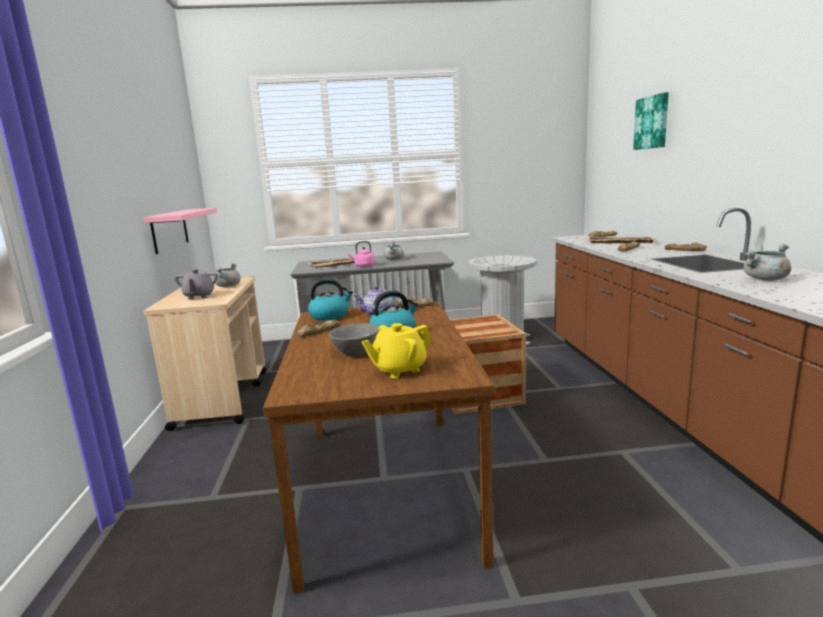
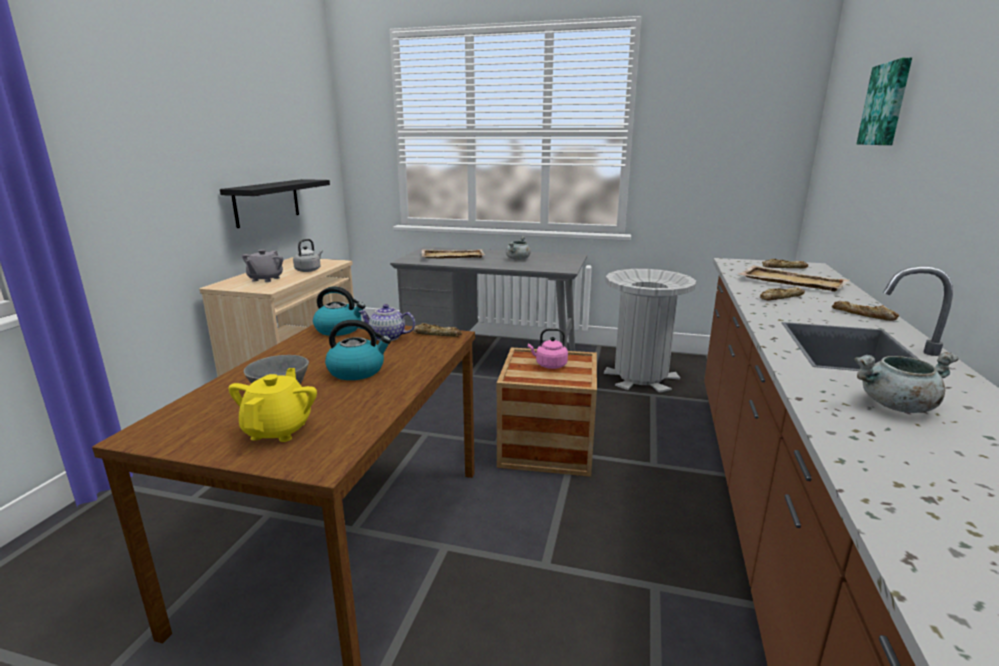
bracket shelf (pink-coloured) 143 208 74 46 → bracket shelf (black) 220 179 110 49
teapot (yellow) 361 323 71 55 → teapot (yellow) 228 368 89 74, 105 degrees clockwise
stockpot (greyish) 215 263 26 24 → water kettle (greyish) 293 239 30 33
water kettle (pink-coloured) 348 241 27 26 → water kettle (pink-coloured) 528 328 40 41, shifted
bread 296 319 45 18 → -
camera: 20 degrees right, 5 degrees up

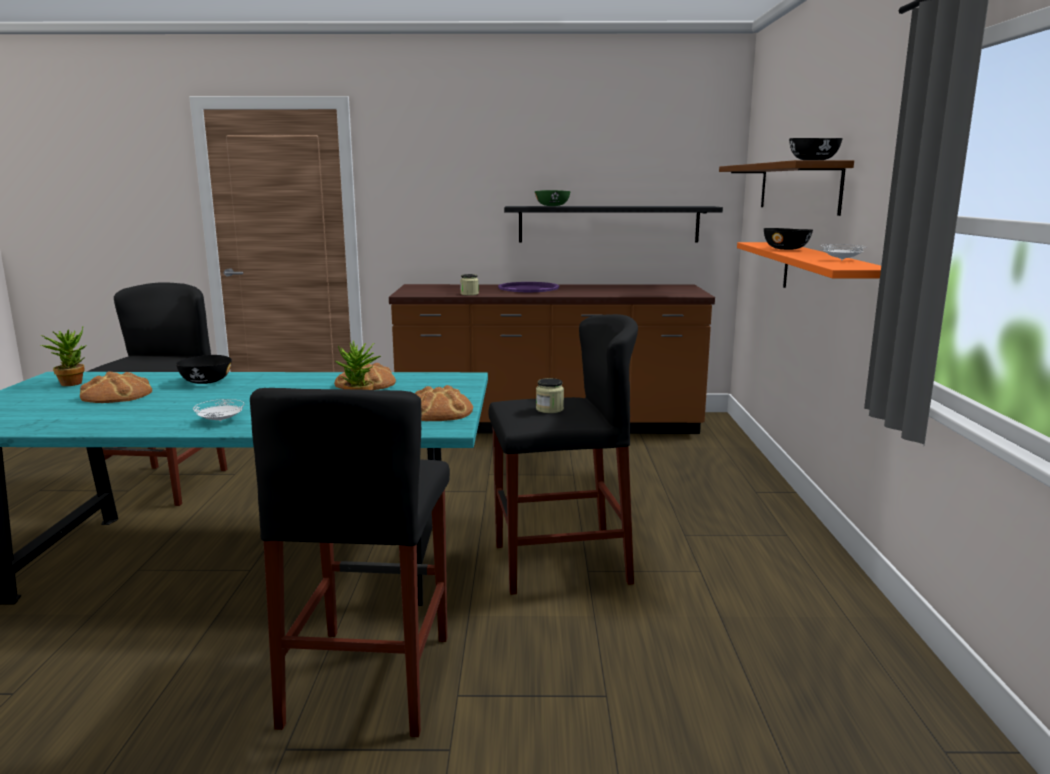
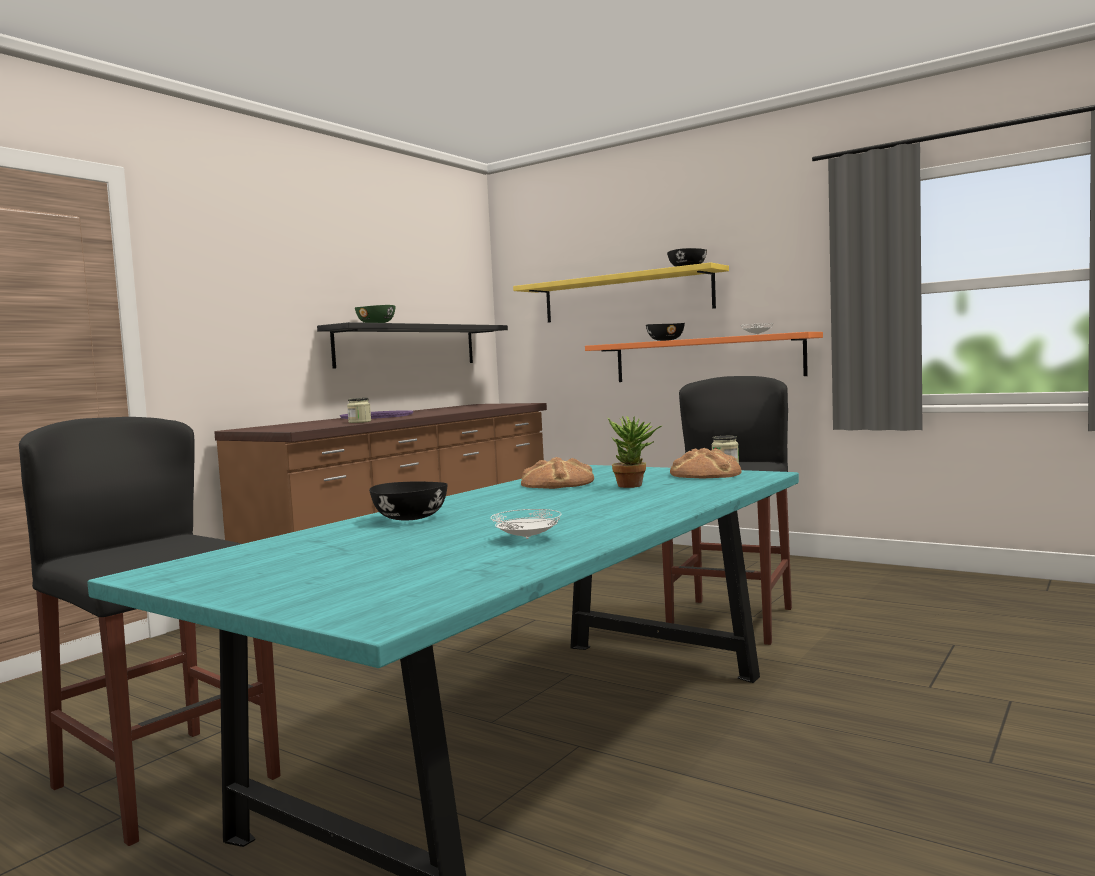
plate (white-coloured) 193 399 51 22 → plate (white-coloured) 491 509 71 30, shifted
bracket shelf (brownish) 719 160 135 56 → bracket shelf (yellow) 513 262 216 61
plant in a pot 41 327 45 59 → -
bread 80 371 72 32 → -
stool (black) 250 388 200 349 → -
camera: 55 degrees left, 10 degrees down

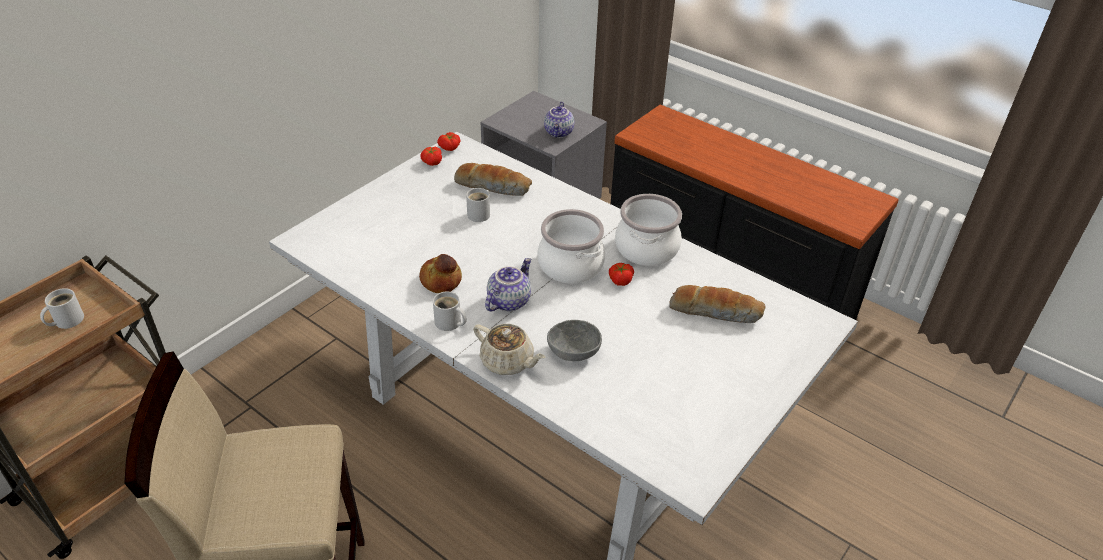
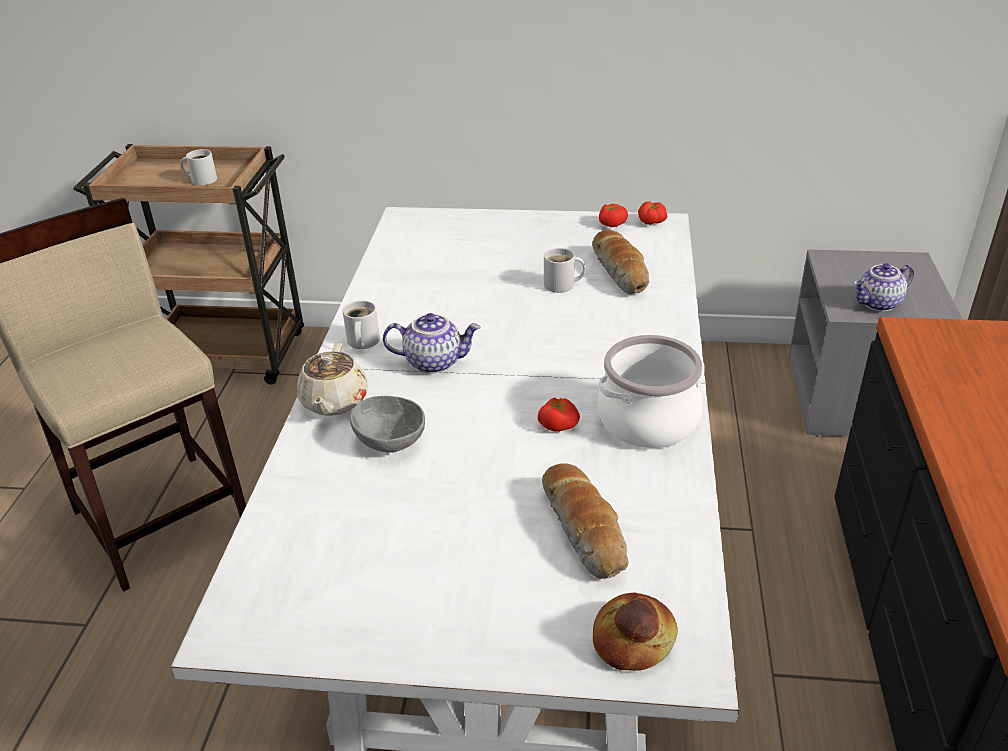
bread 419 254 43 39 → bread 593 593 85 78, shifted
stockpot 537 209 68 75 → -
camera: 60 degrees right, 5 degrees down

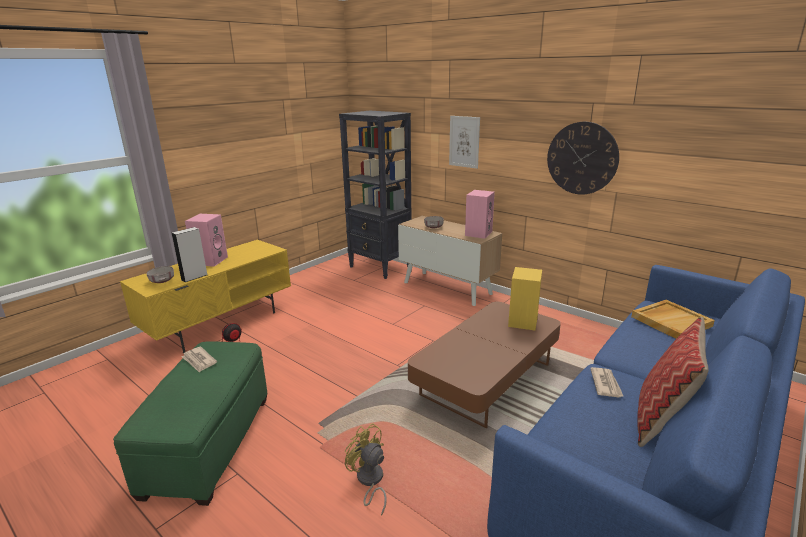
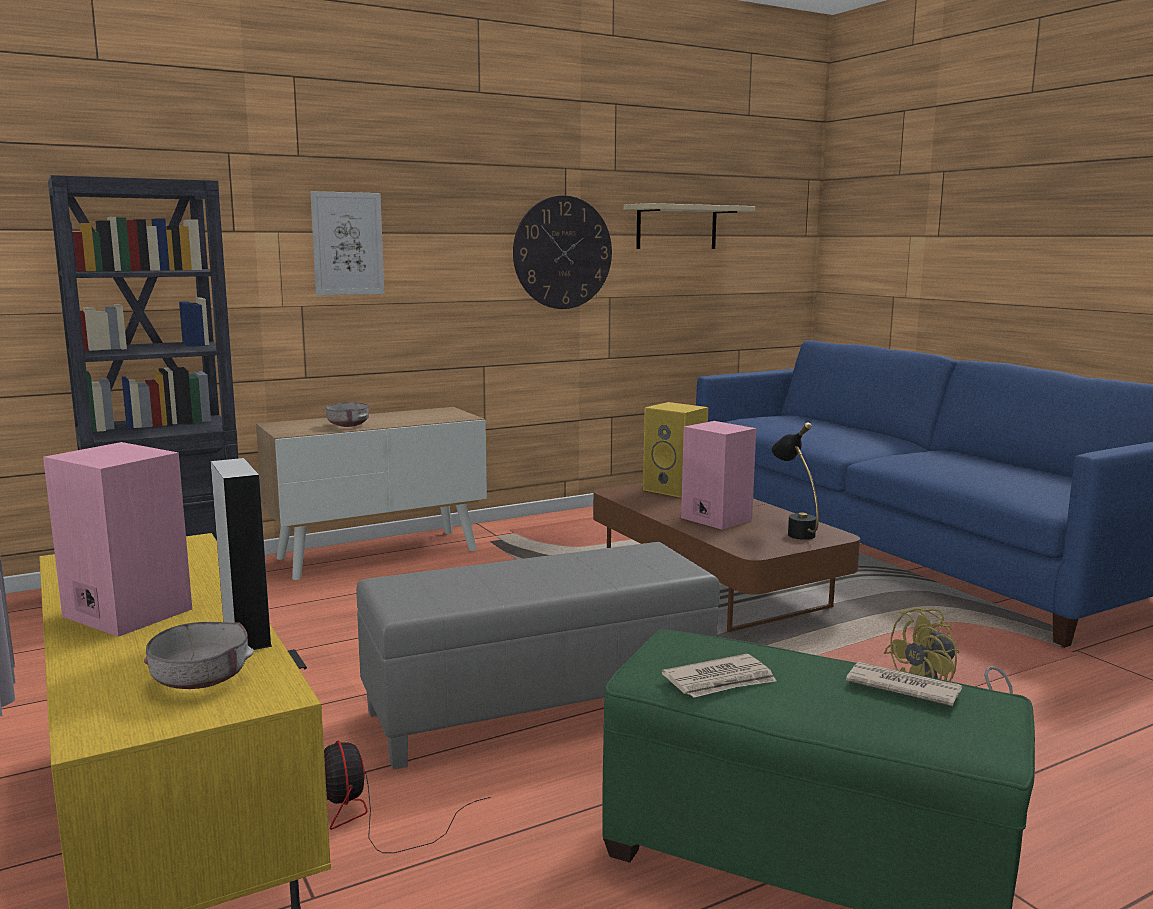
- → pouffe (greyish) 356 542 364 228
- → bracket shelf (beige) 624 203 131 46
speaker (pink-coloured) 465 190 30 49 → speaker (pink-coloured) 681 421 75 109, shifted
- → table lamp (black) 771 423 48 117
printed paper 590 367 34 31 → printed paper 846 662 116 44, shifted
tray (beige) 631 300 84 39 → -
pillow 637 317 72 130 → -
camera: 70 degrees left, 10 degrees down

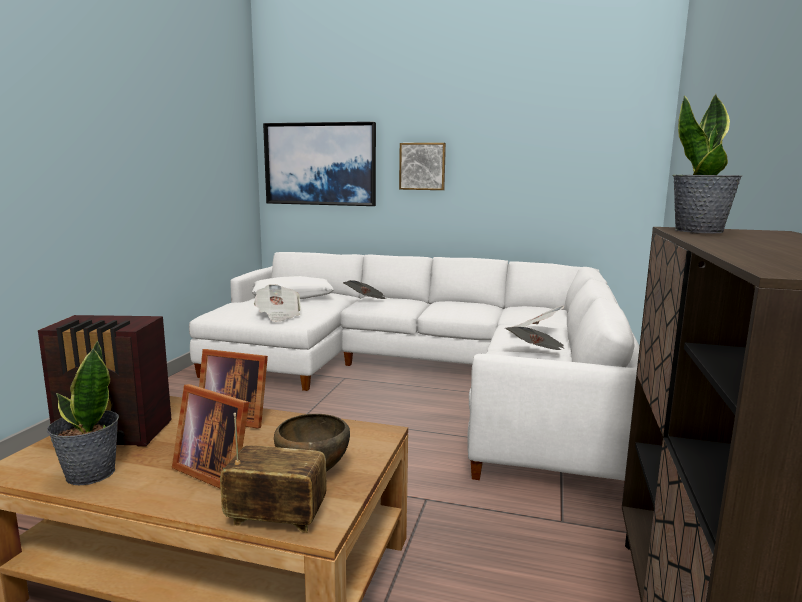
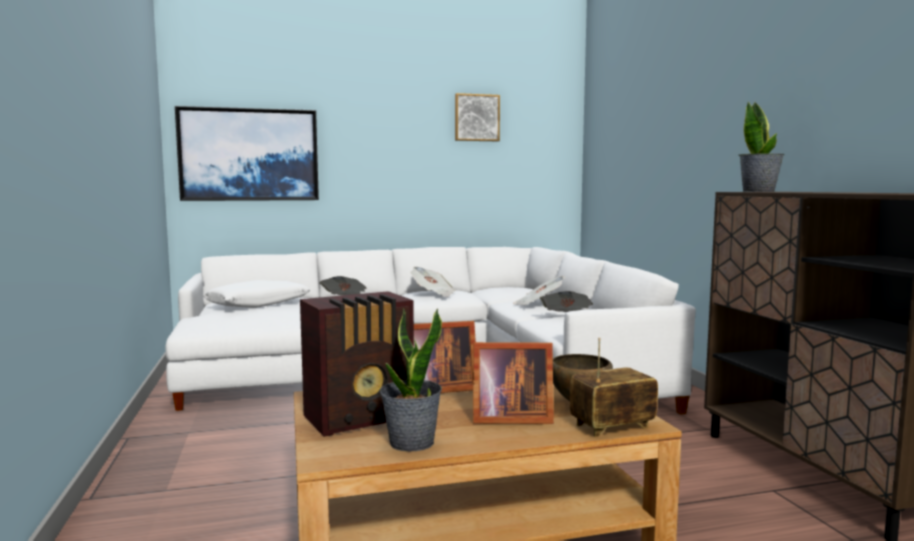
printed paper 254 284 47 38 → printed paper 410 267 46 30, shifted
wall picture 399 143 47 47 → wall picture 455 93 45 48, shifted
camera: 30 degrees left, 5 degrees down

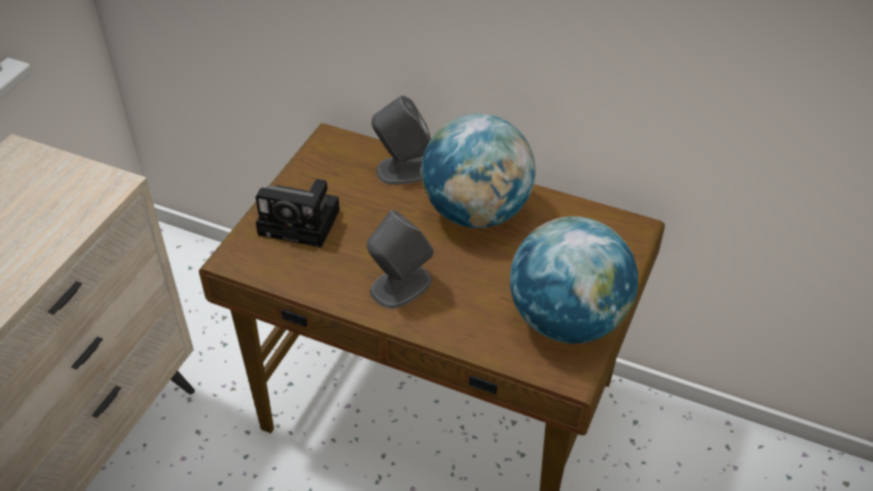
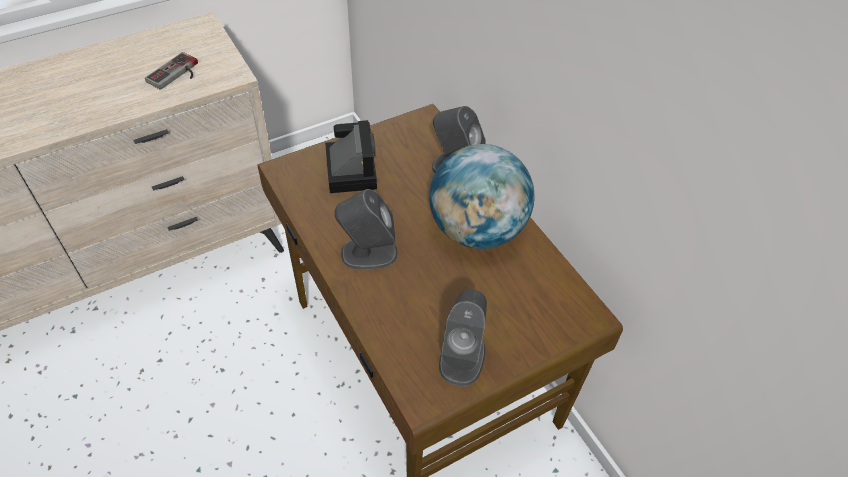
- → game controller 145 52 53 38
photo camera 256 179 84 69 → photo camera 325 120 52 73, 150 degrees counterclockwise
desk globe 510 216 128 128 → speaker (greyish) 439 289 48 97
camera: 35 degrees right, 5 degrees up

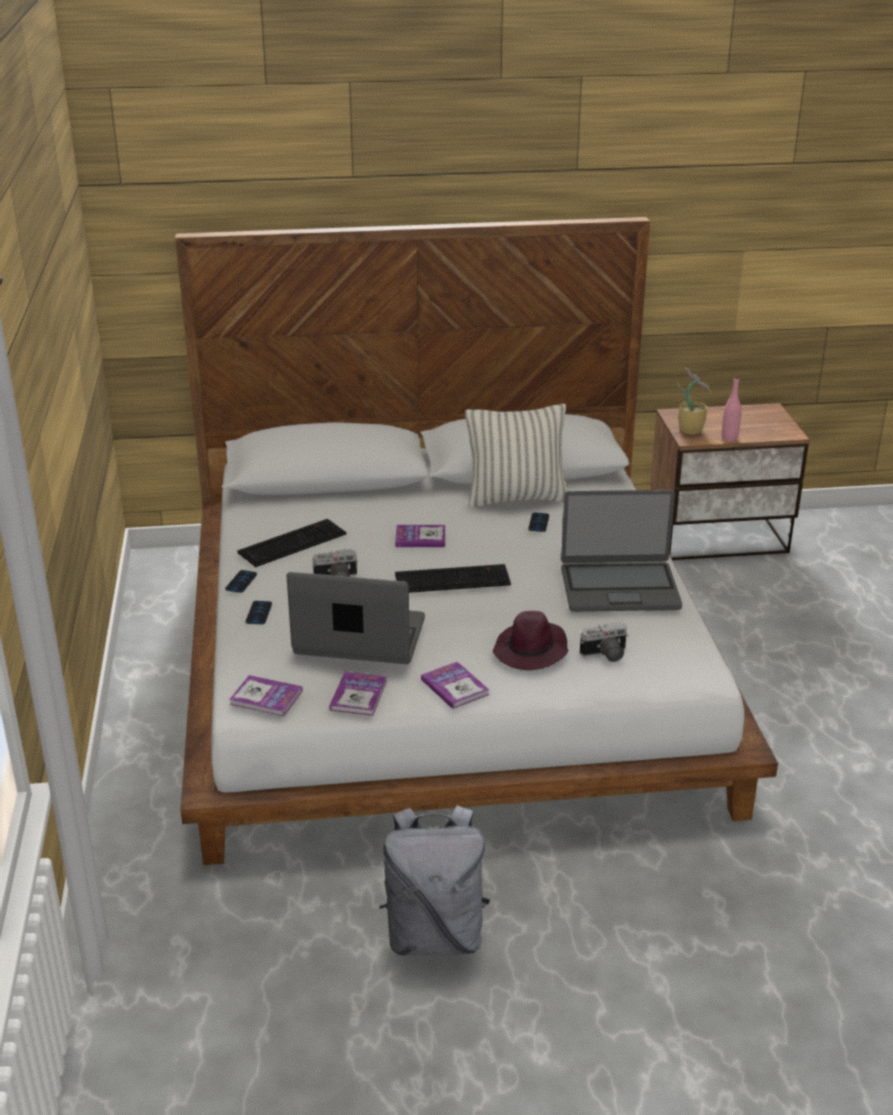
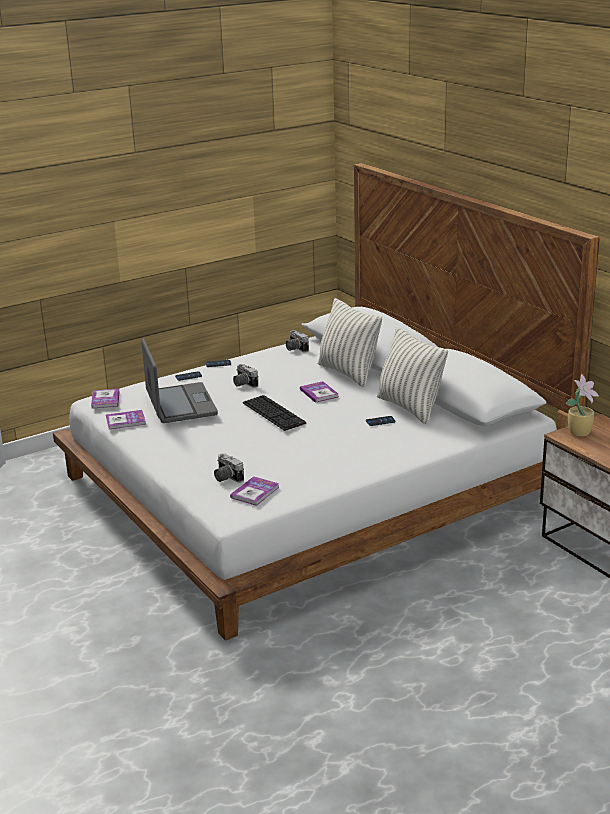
volume 421 662 68 47 → volume 230 476 49 30, shifted
- → photo camera 286 330 23 22
- → pillow 318 298 64 89
PC keyboard 237 519 110 48 → -
knapsack (greyish) 379 805 111 151 → -
hat (purple-coloured) 493 611 75 59 → -
notebook computer 561 490 121 122 → -
beverage bottle (pink-coloured) 722 376 20 65 → -
camera: 65 degrees right, 5 degrees down

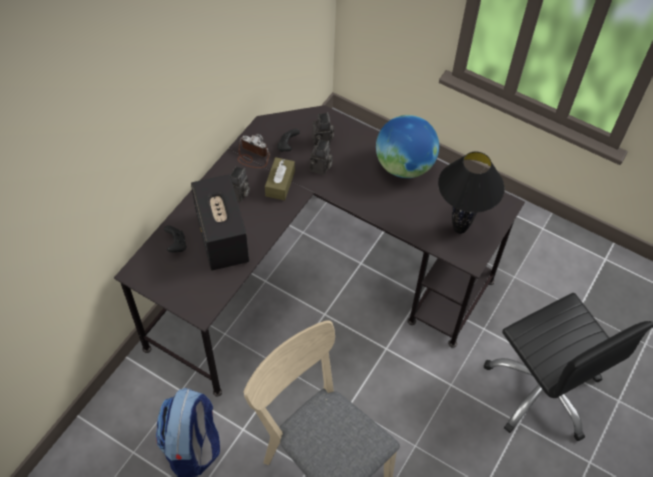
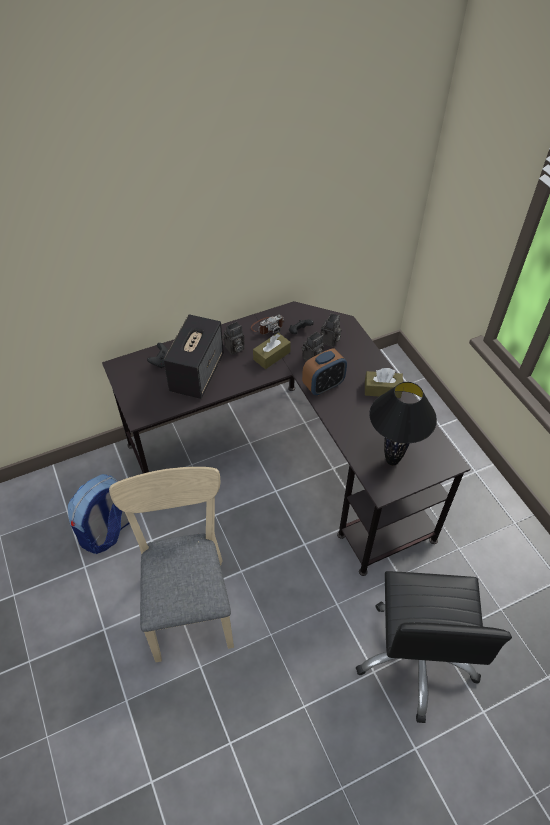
photo camera 237 134 33 34 → photo camera 251 315 33 20, 90 degrees clockwise
- → alarm clock 302 348 45 47
desk globe 376 115 63 63 → box of tissues (brownish) 365 368 38 30
camera: 35 degrees right, 5 degrees down

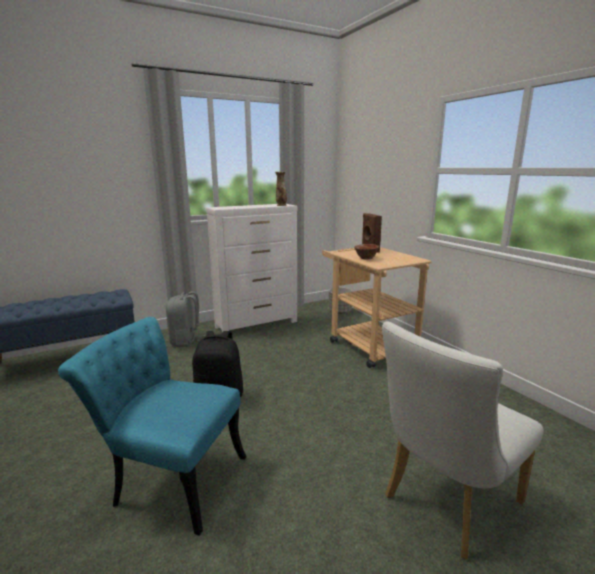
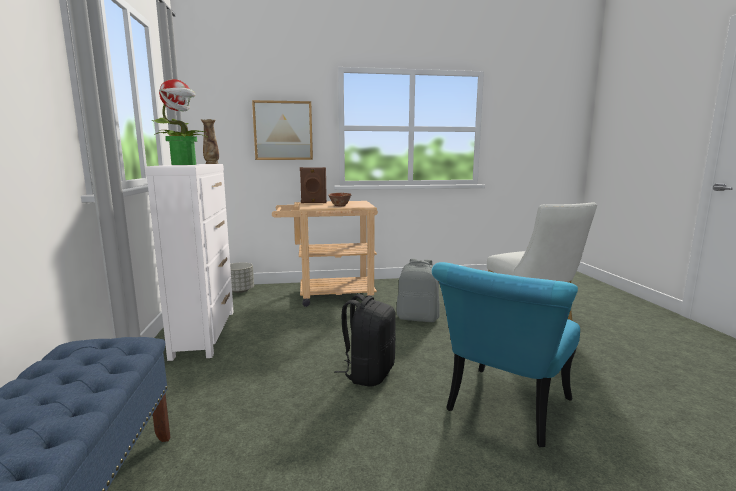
- → plant in a pot 152 79 56 86
- → wall picture 252 100 61 60
knapsack (greyish) 166 291 40 56 → knapsack (greyish) 397 259 43 63, shifted
camera: 70 degrees left, 5 degrees down

